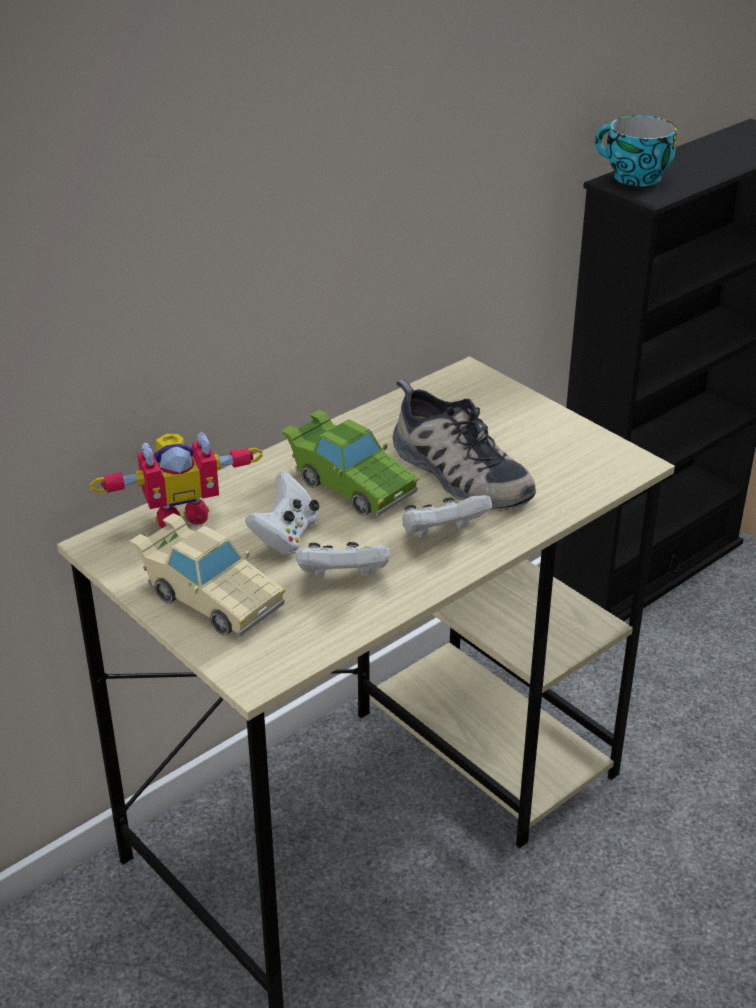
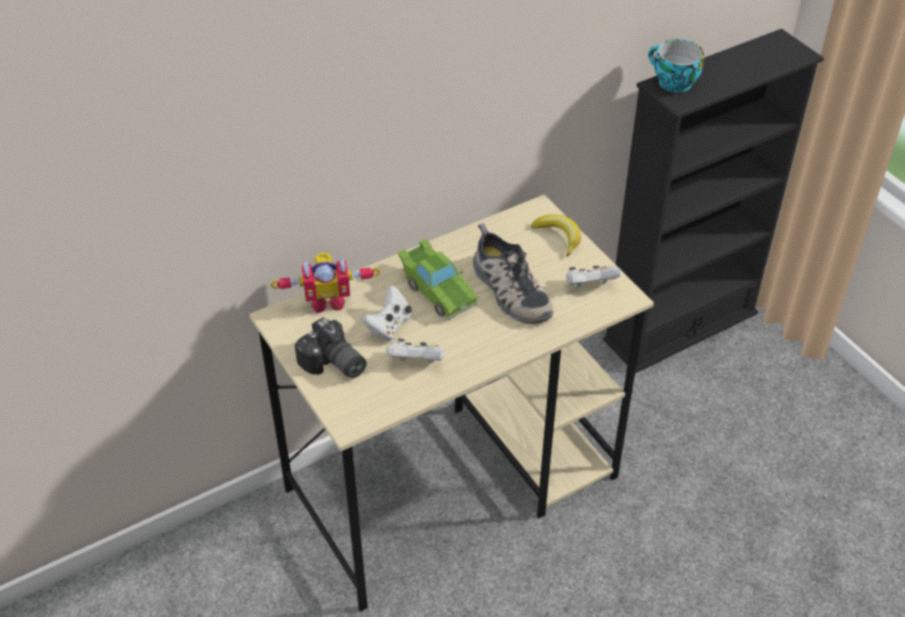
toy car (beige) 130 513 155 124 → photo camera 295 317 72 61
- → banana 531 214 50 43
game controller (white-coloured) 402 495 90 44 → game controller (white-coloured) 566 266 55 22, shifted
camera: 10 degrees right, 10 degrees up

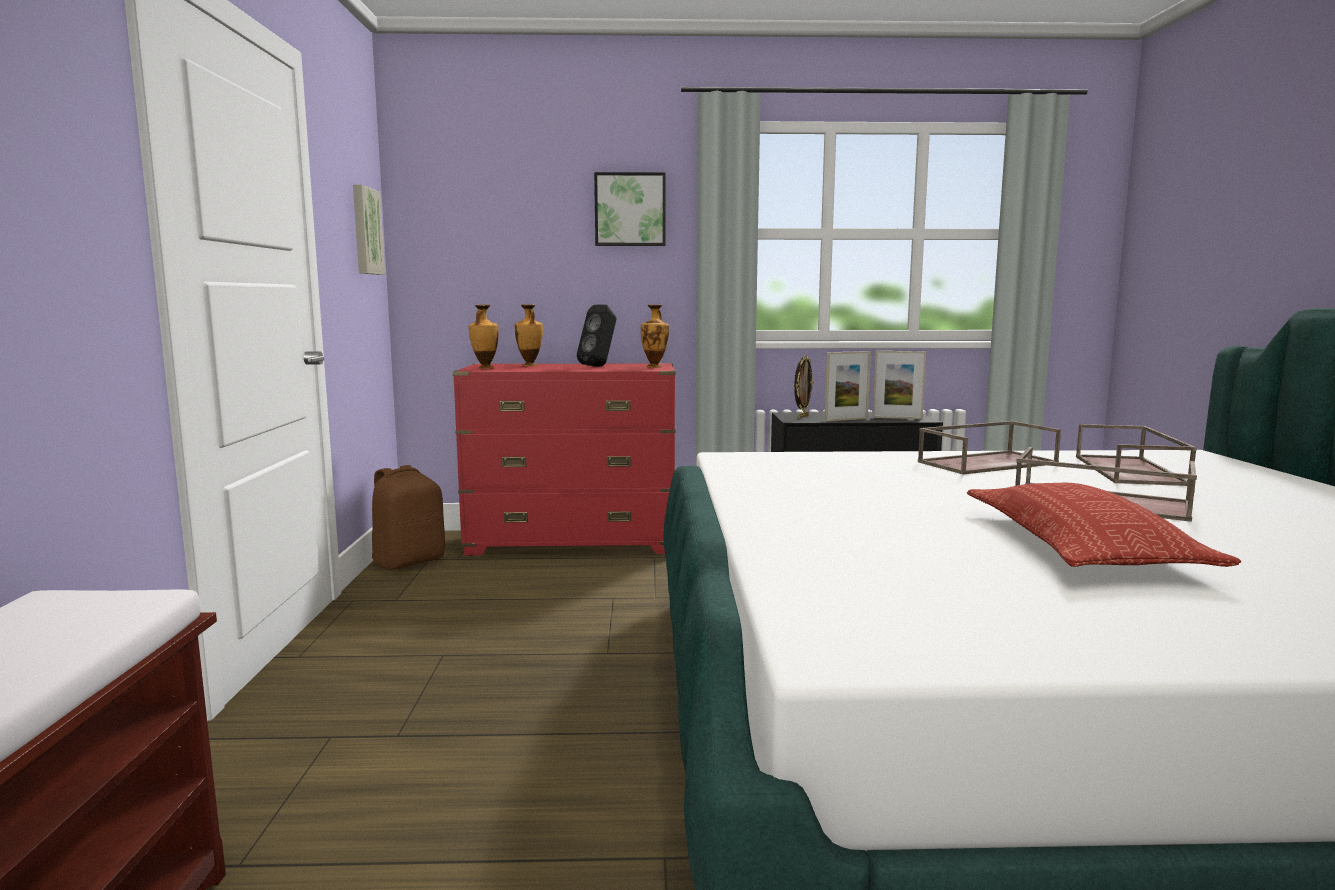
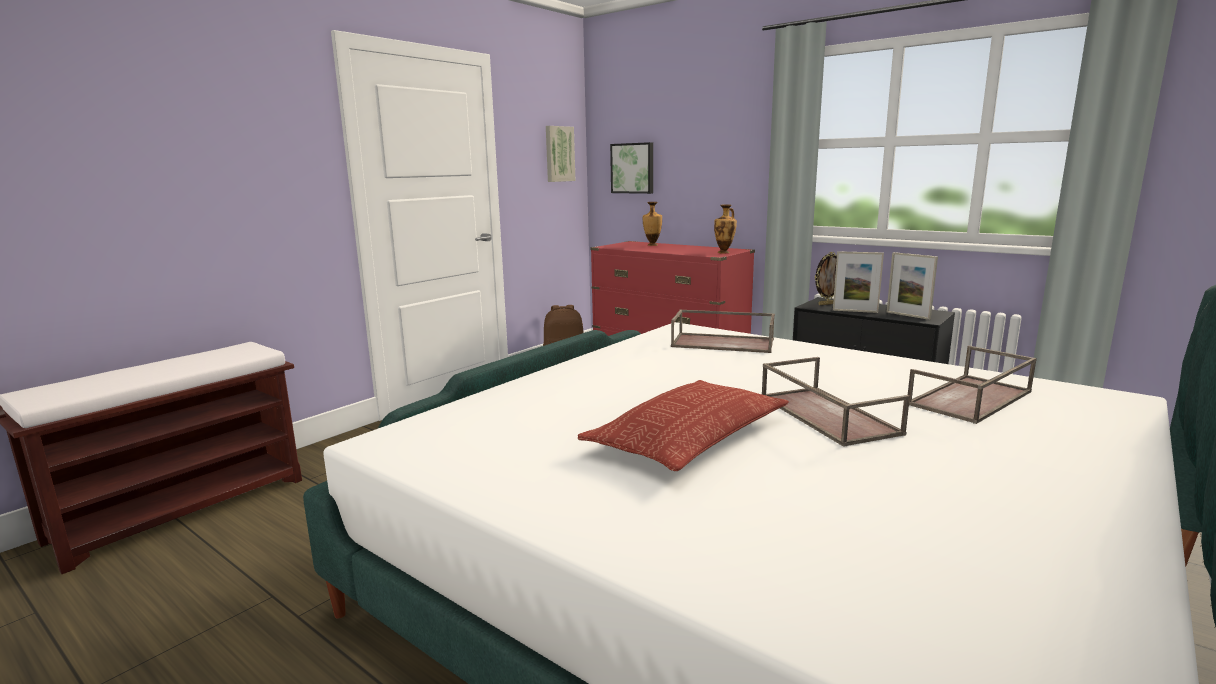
wall picture 594 172 72 74 → wall picture 610 142 43 52, shifted
tray (brownish) 918 421 143 53 → tray (brownish) 671 310 104 43, shifted
vase 469 305 30 64 → -
speaker (black) 577 304 39 63 → -
camera: 40 degrees right, 5 degrees up

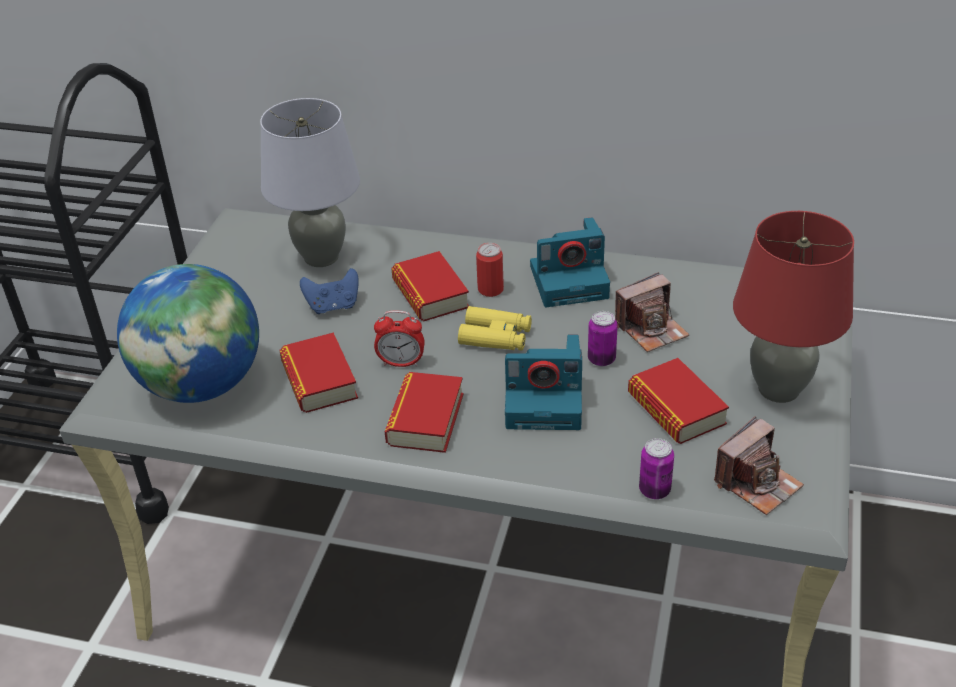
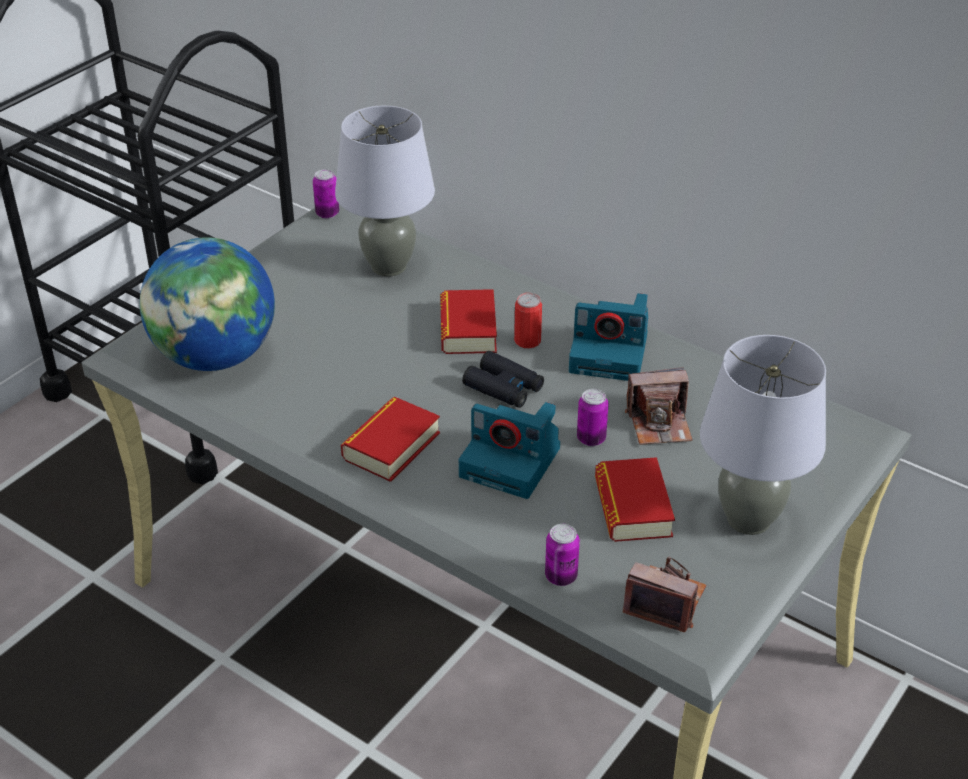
- → can 313 169 26 50
field glasses (yellow) 458 306 74 45 → field glasses (black) 462 351 82 57
photo camera 714 416 90 99 → photo camera 623 557 83 75, 135 degrees counterclockwise
table lamp (red) 733 211 121 192 → table lamp (greyish) 700 335 126 200
volume 279 332 79 81 → -
game controller (blue-coloured) 300 268 59 46 → -
alarm clock 374 310 51 57 → -
camera: 20 degrees right, 0 degrees up

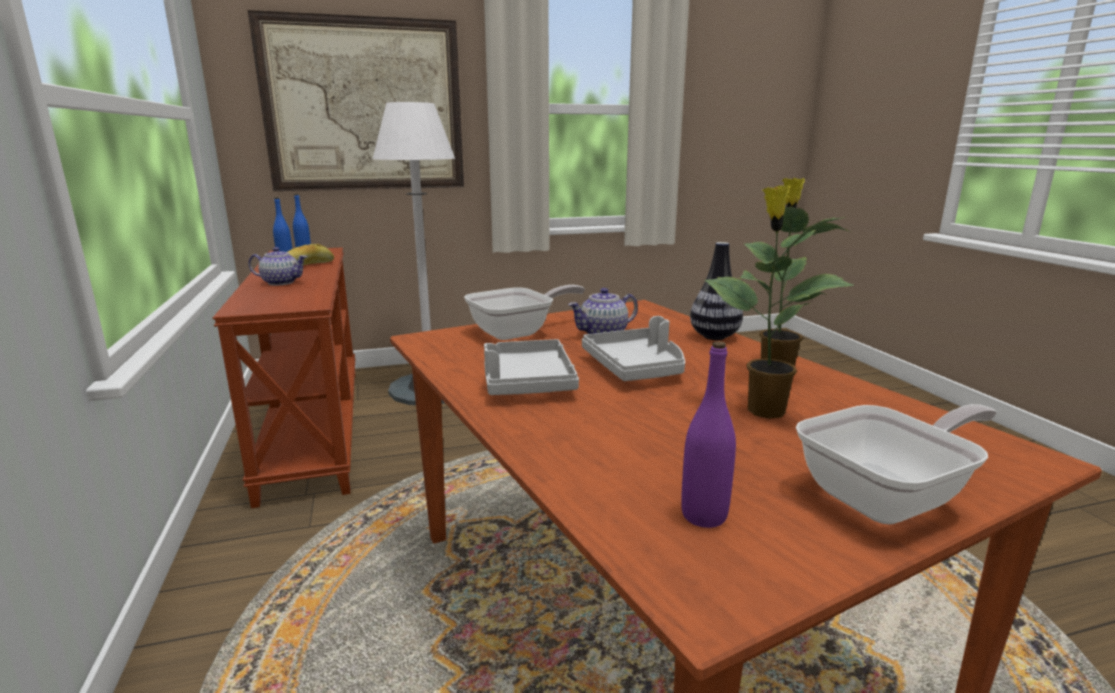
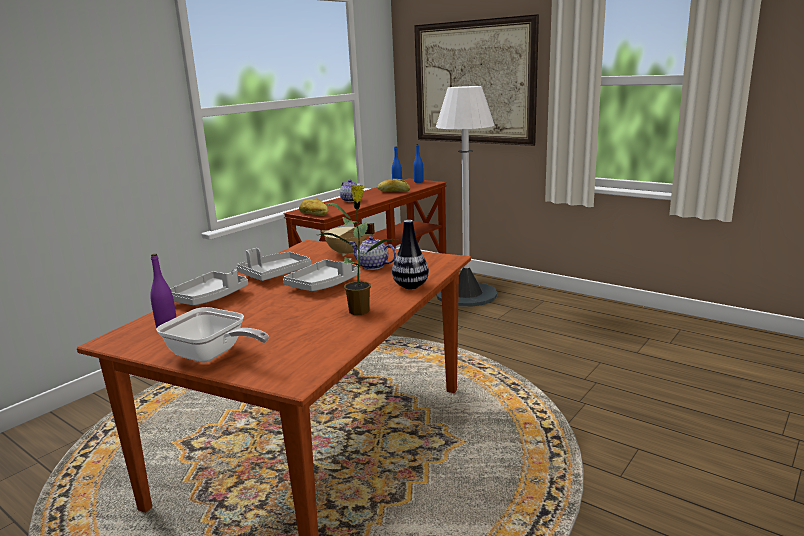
- → tray (greyish) 170 269 78 36
- → bread 299 198 30 18
frying pan 464 285 121 55 → stockpot (beige) 322 223 53 33
plant in a pot 705 185 149 234 → -
camera: 55 degrees right, 0 degrees up

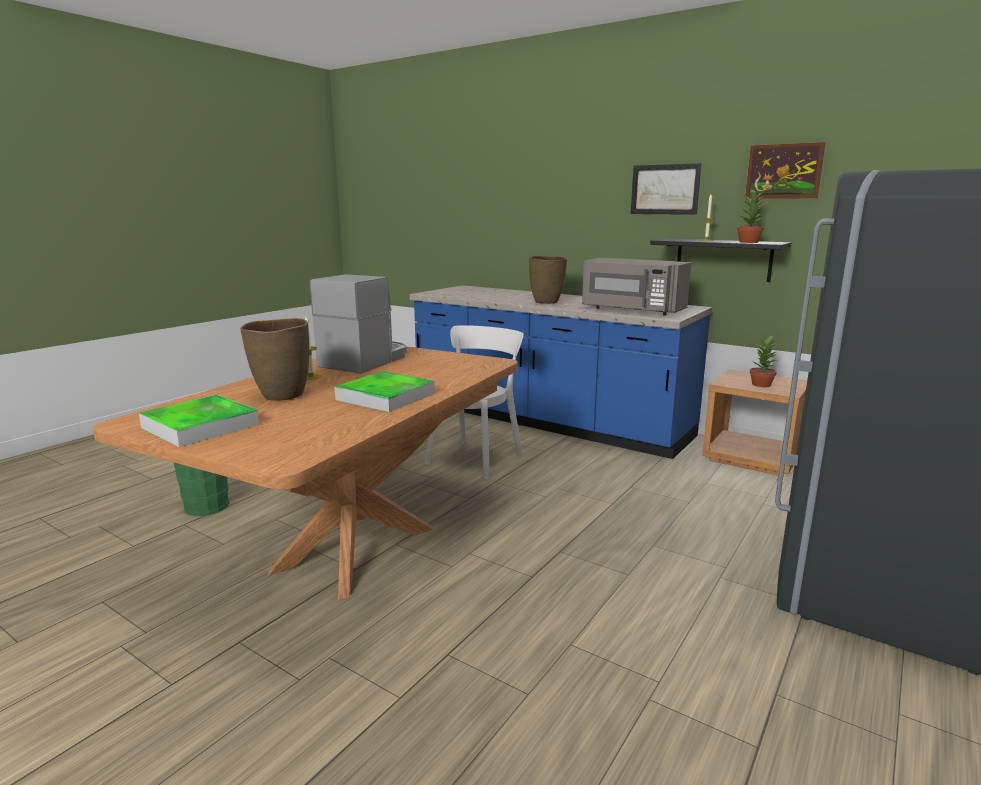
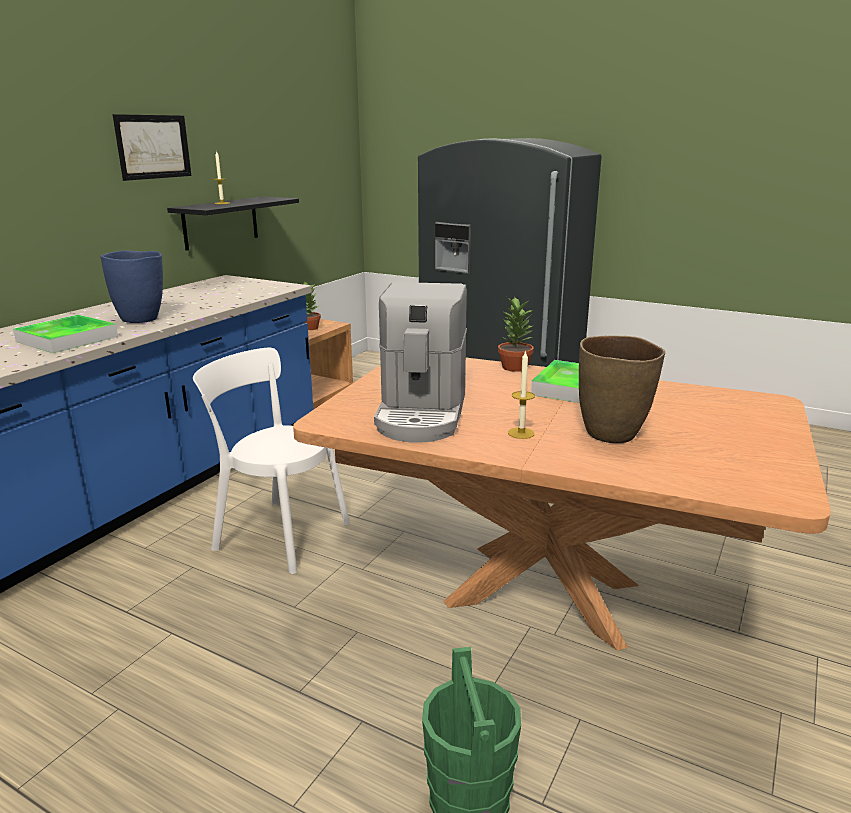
tray 139 395 120 52 → tray 13 315 105 38, shifted
vase (brownish) 529 256 38 48 → vase (blue-coloured) 100 250 63 73
coffee maker 310 274 97 99 → coffee maker 374 282 93 161, 105 degrees counterclockwise
plant in a pot 737 190 28 53 → plant in a pot 498 297 36 75, shifted
microwave (greyish) 582 258 109 57 → -
wall picture 745 142 80 57 → -
camera: 95 degrees left, 5 degrees up

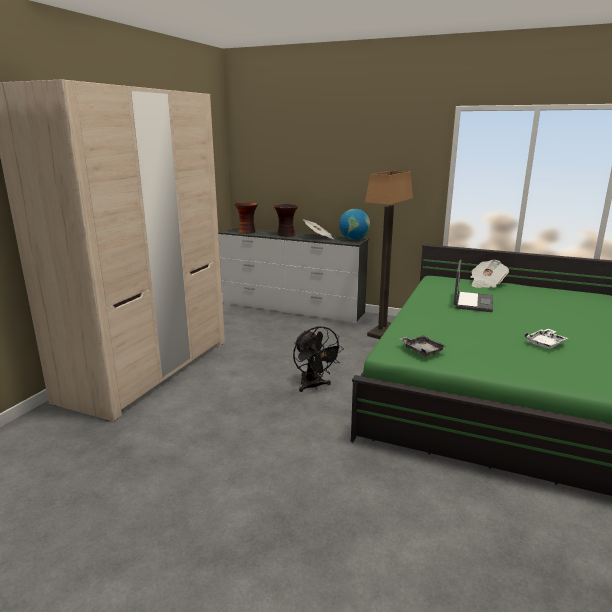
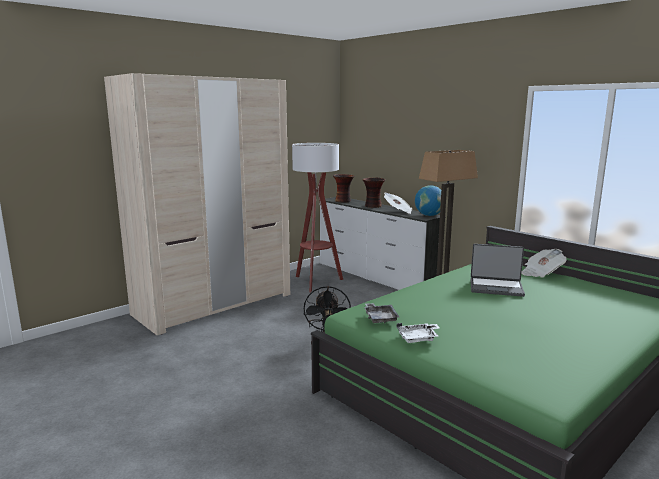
- → standard lamp 292 143 51 149
tray (white-coloured) 525 329 43 20 → tray (white-coloured) 396 323 44 20, shifted
notebook computer 454 260 39 52 → notebook computer 470 244 55 53, 60 degrees clockwise
camera: 25 degrees right, 5 degrees down

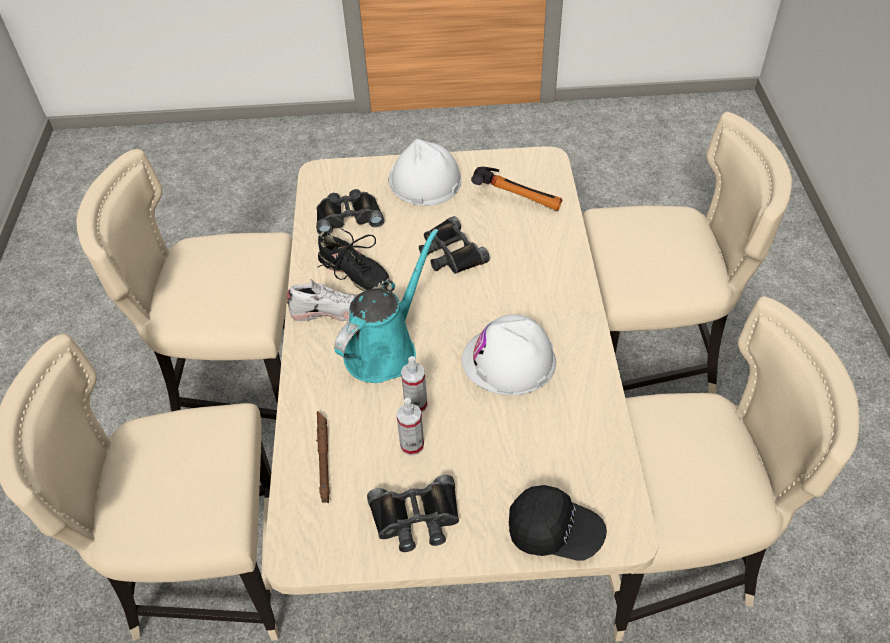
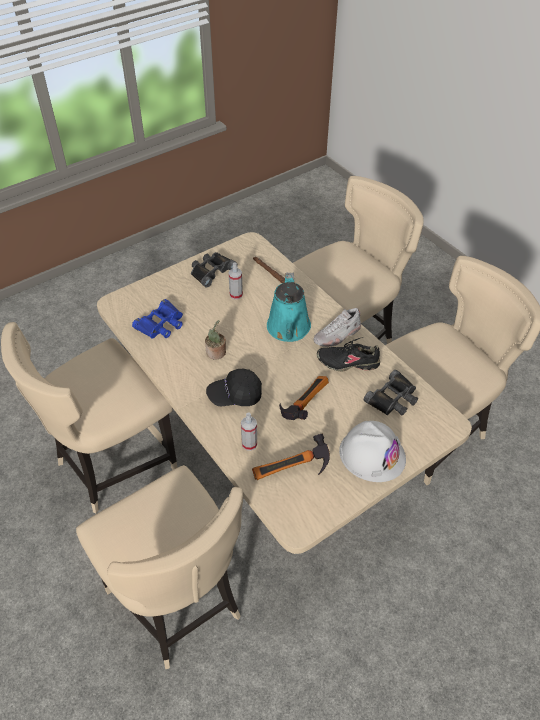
chair (beige) 583 112 209 282 → chair (beige) 76 465 167 204, 90 degrees counterclockwise
- → field glasses (blue-coloured) 132 299 51 40
work helmet (white-coloured) 462 314 94 81 → plant in a pot 205 320 21 40
peaked cap (black) 509 485 98 75 → peaked cap (black) 206 369 56 37, shifted
sprayer 401 356 26 57 → sprayer 241 412 16 39, shifted
field glasses (black) 419 216 71 58 → tool hammer 279 376 50 44
camera: 145 degrees right, 0 degrees up

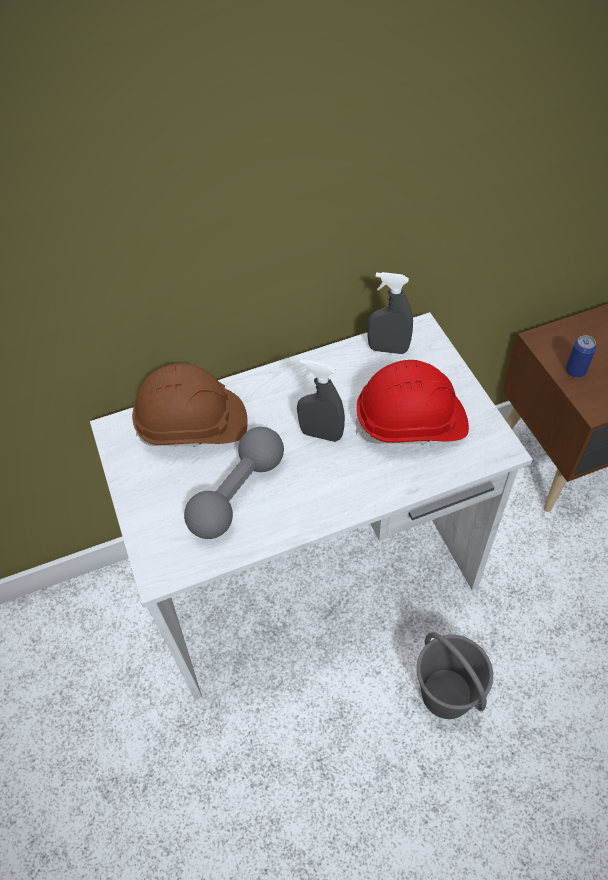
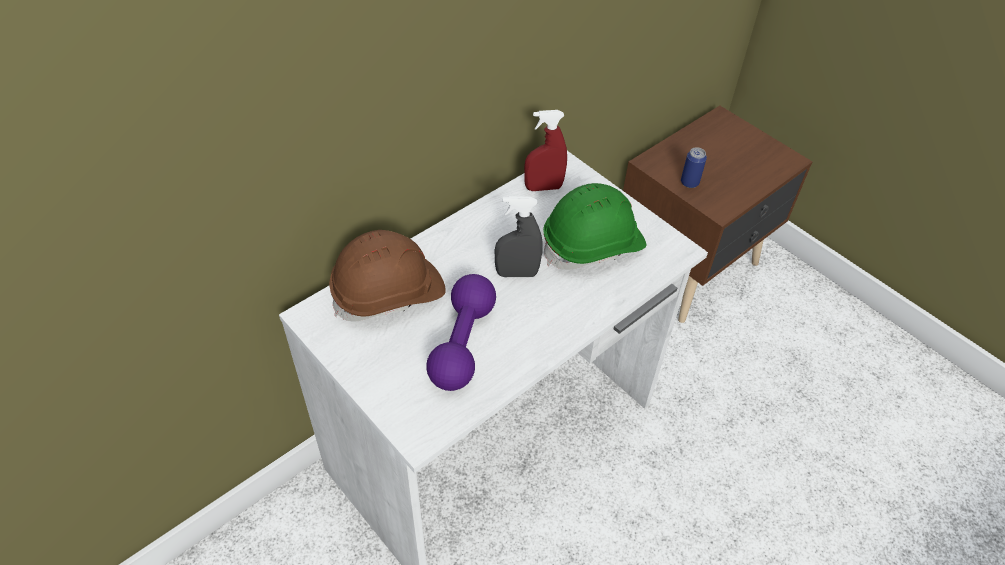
dumbbell (greyish) 184 427 100 112 → dumbbell (purple-coloured) 426 274 70 117
sprayer (greyish) 367 272 46 82 → sprayer (red) 524 110 43 81
work helmet (red) 356 360 113 85 → work helmet (green) 543 183 103 87
bucket (greyish) 417 632 76 87 → -
camera: 25 degrees left, 5 degrees down

